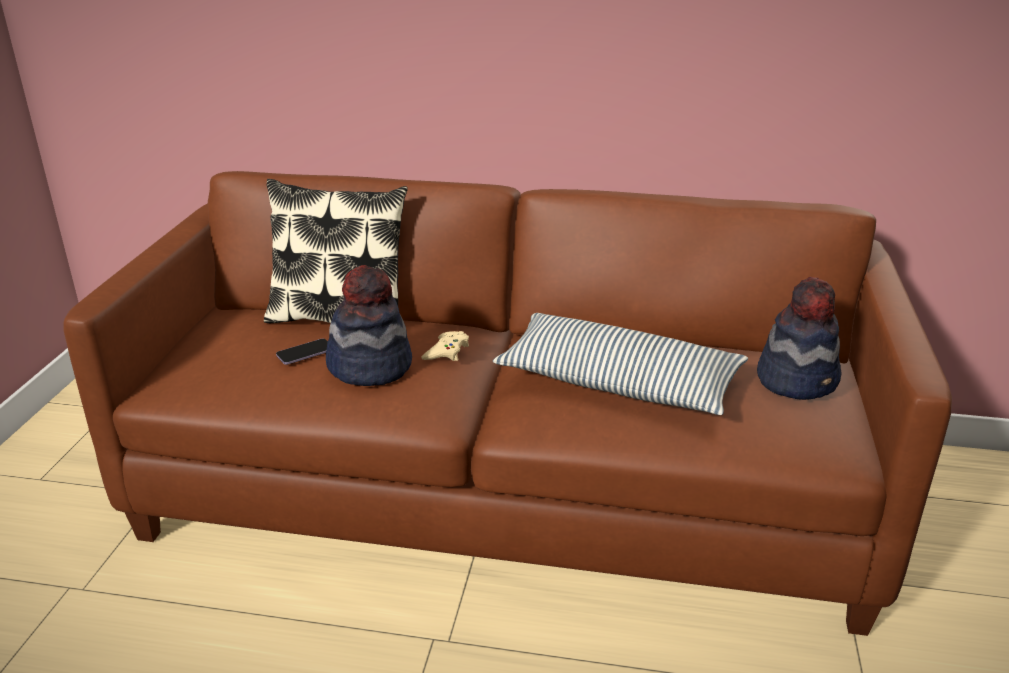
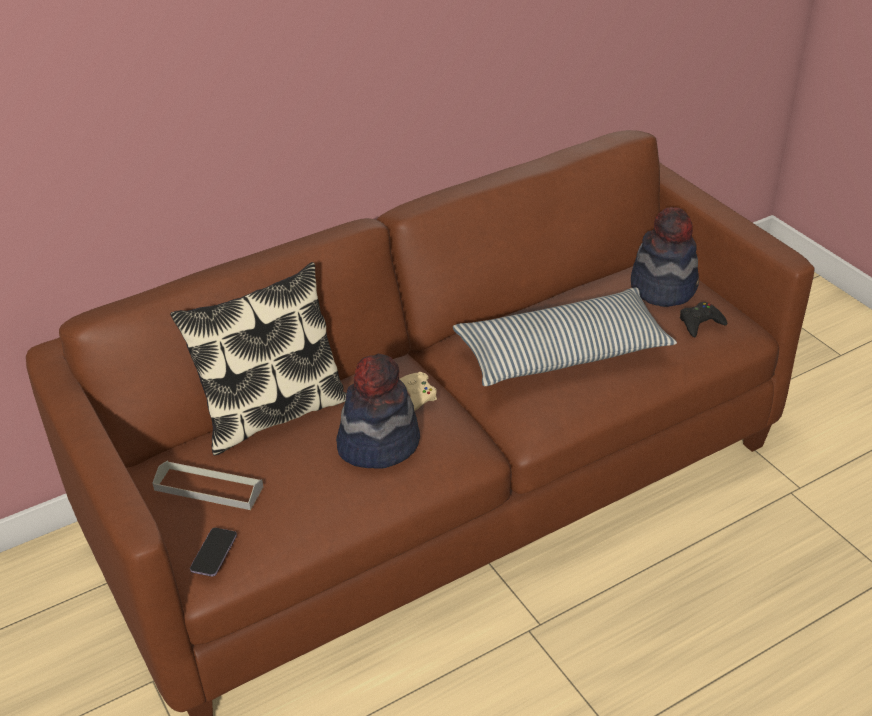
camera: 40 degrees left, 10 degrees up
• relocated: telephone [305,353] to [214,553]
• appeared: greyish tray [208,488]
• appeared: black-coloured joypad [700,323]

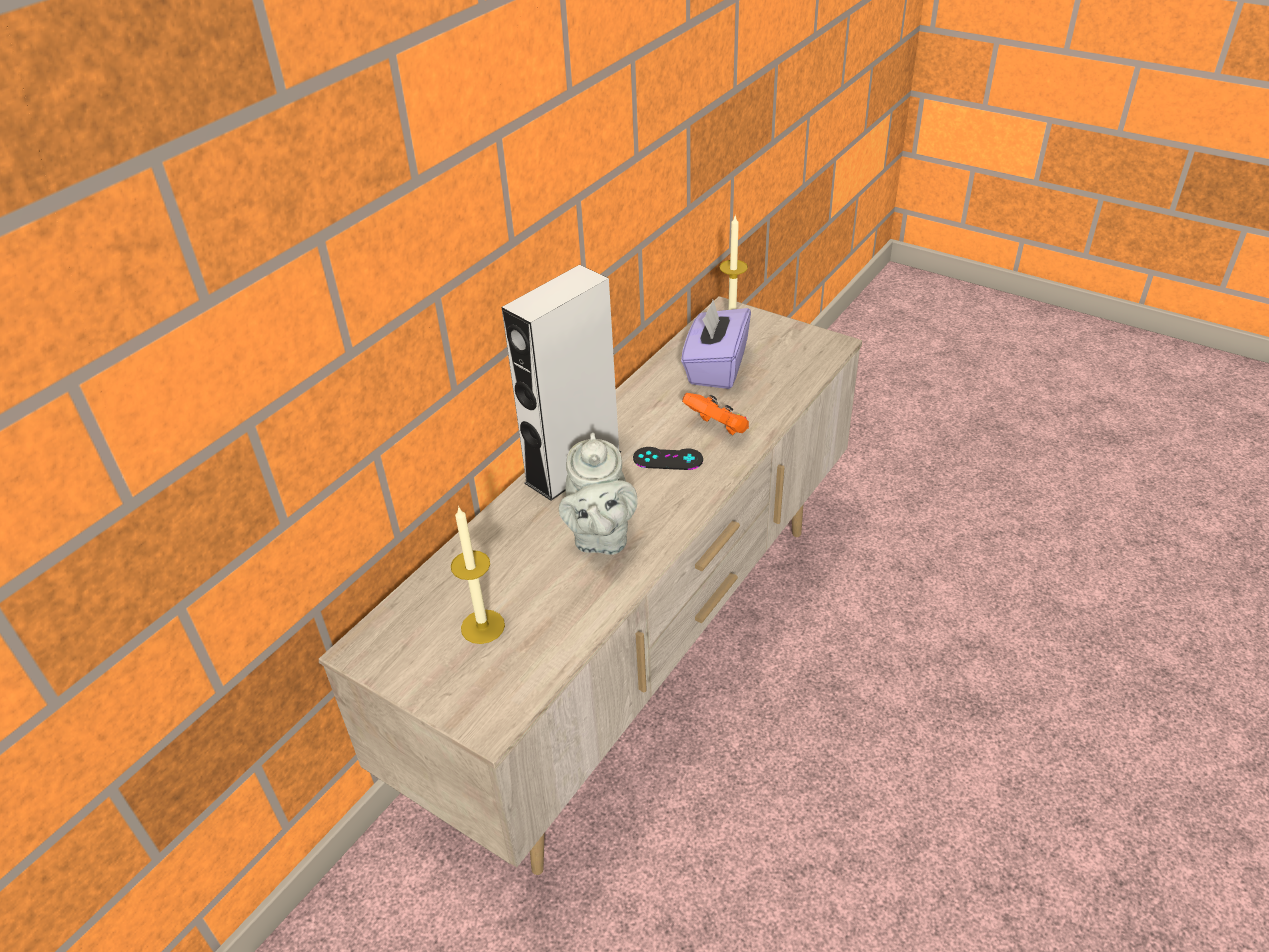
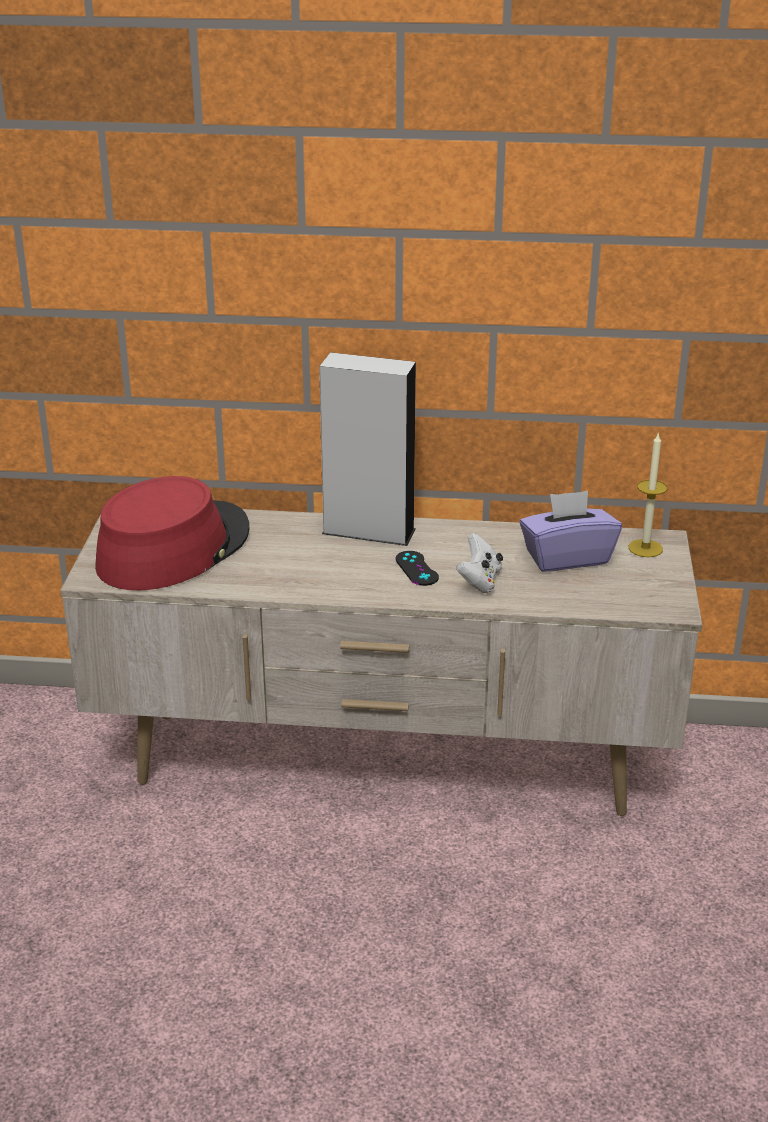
camera: 60 degrees right, 10 degrees down
• exchanged: wax candle [482,626] to reddish wearable hat [173,548]
• missing: greyish tea pot [600,537]
• colour: orange joypad [718,428] to whitish joypad [479,581]

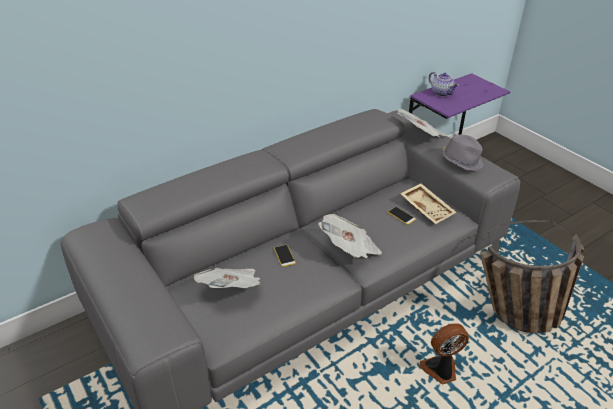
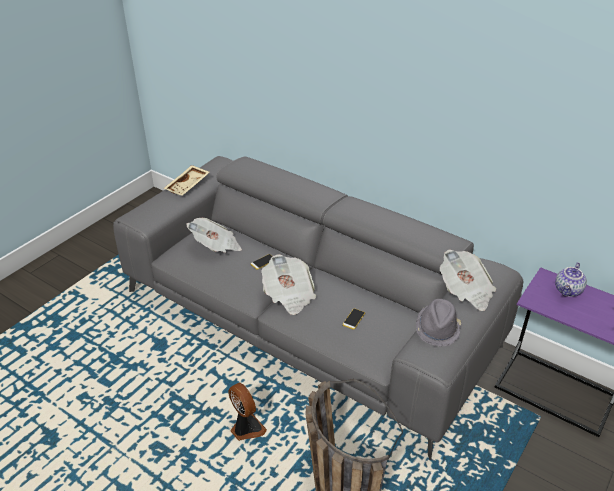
camera: 70 degrees right, 0 degrees up
• relocated: beige tray [427,208] to [188,186]

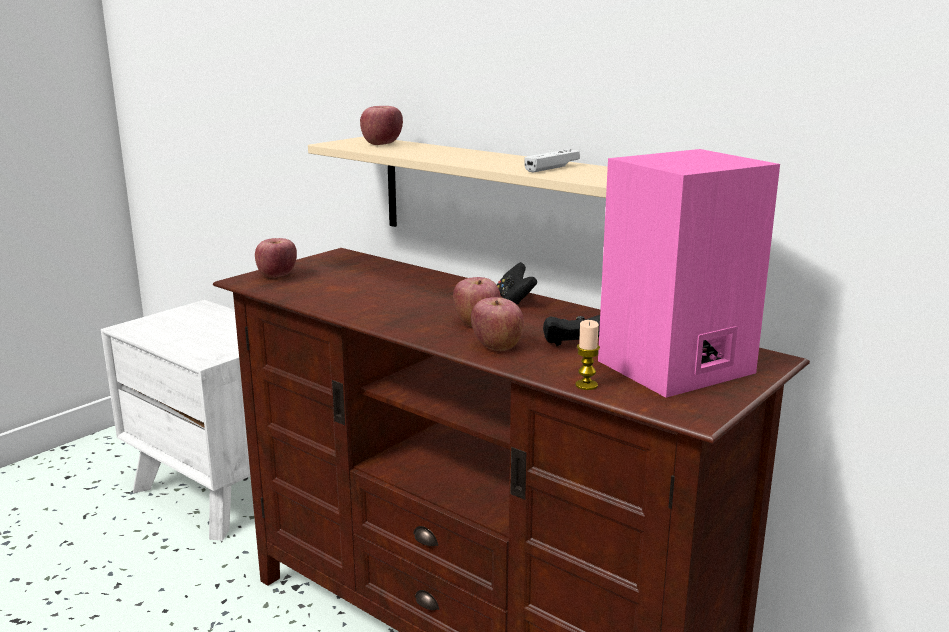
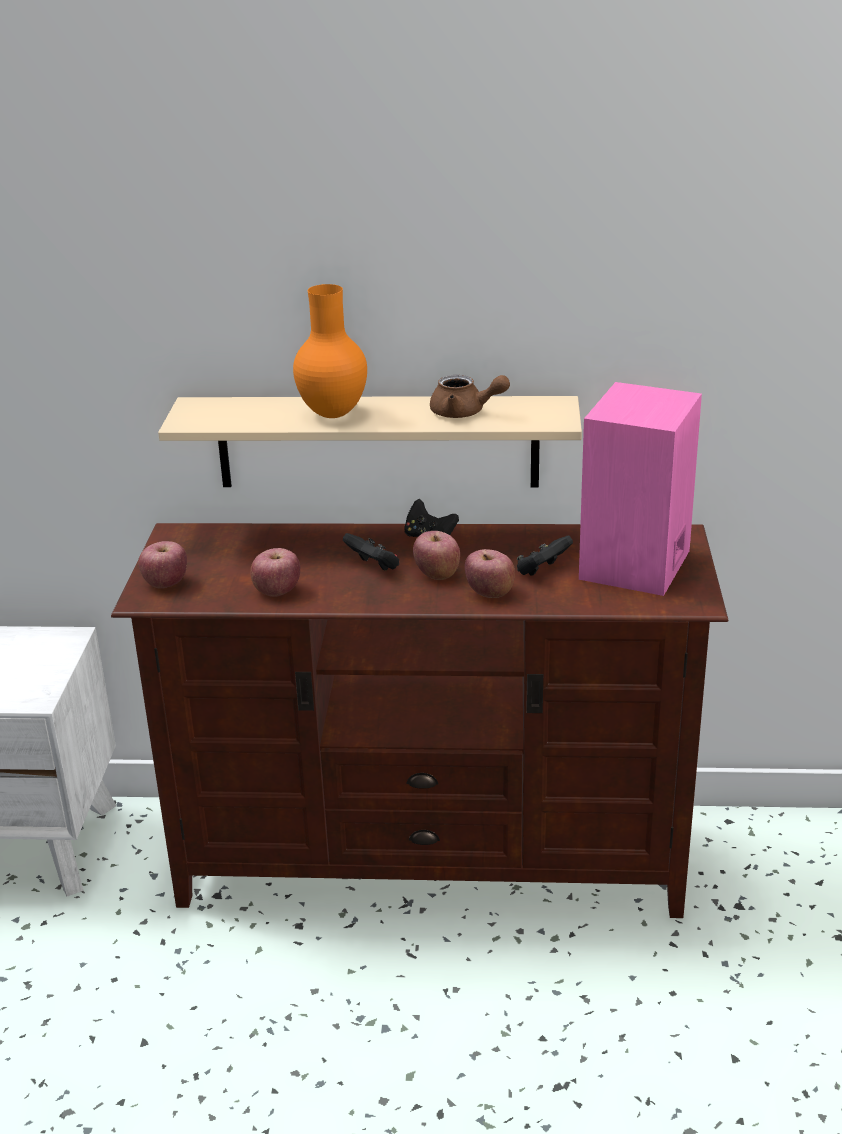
camera: 35 degrees left, 10 degrees up
• relocated: apple fruit [382,144] to [277,591]
• exchanged: whitish joypad [552,168] to brown tea pot [464,413]
• missing: wax candle [586,385]
• appeared: orange flower vase [334,414]
• appeared: black-coloured joypad [373,566]

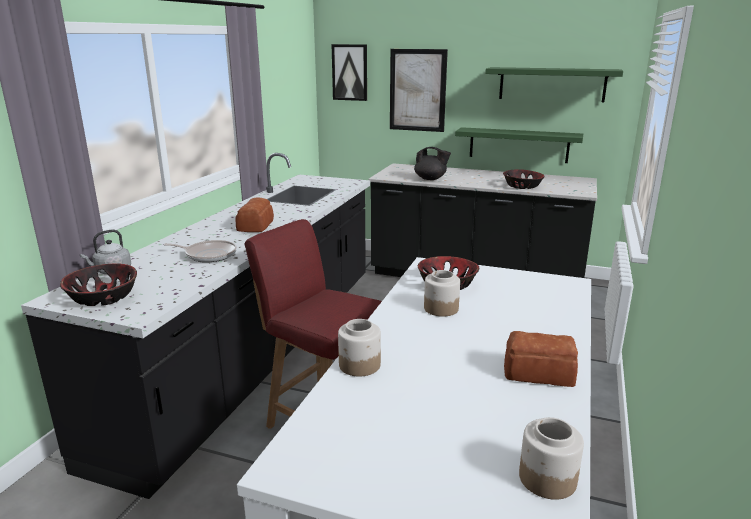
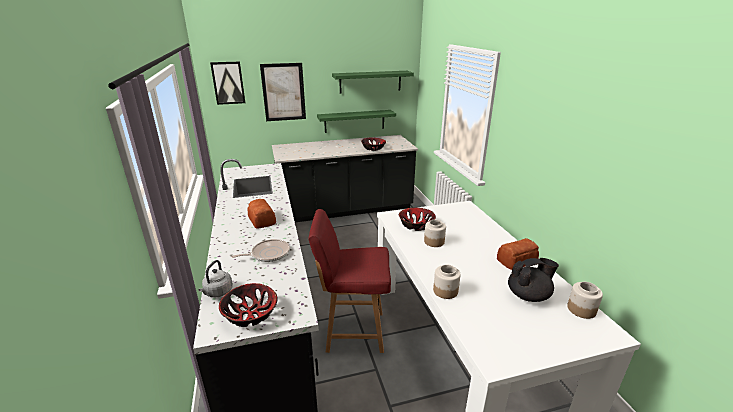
camera: 35 degrees left, 5 degrees up
• relocated: black-coloured tea pot [431,179] to [528,295]

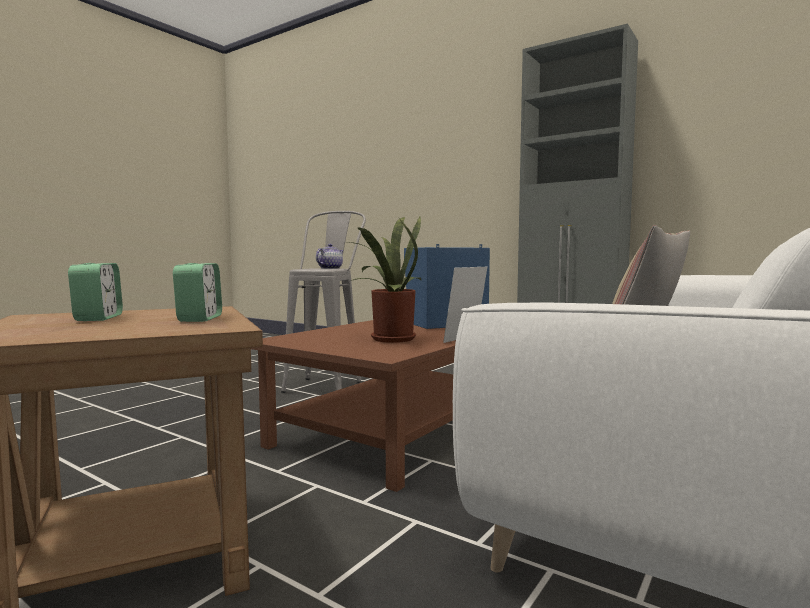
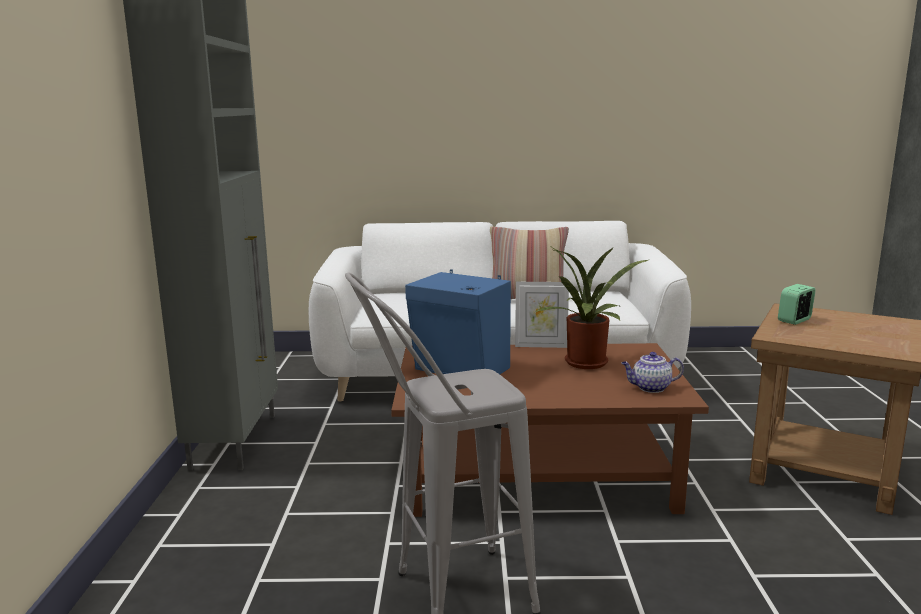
camera: 125 degrees left, 10 degrees up
• missing: alarm clock [98,318]
• relocated: tea pot [330,268] to [650,388]

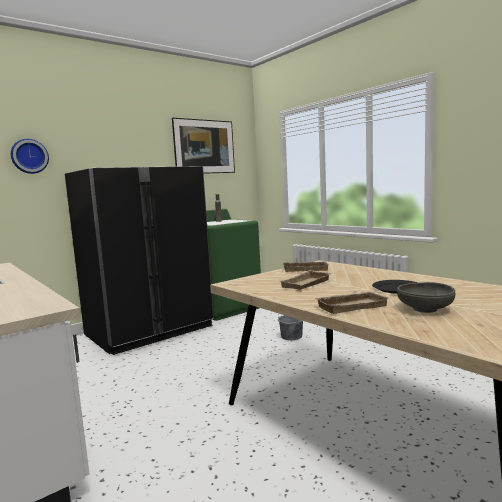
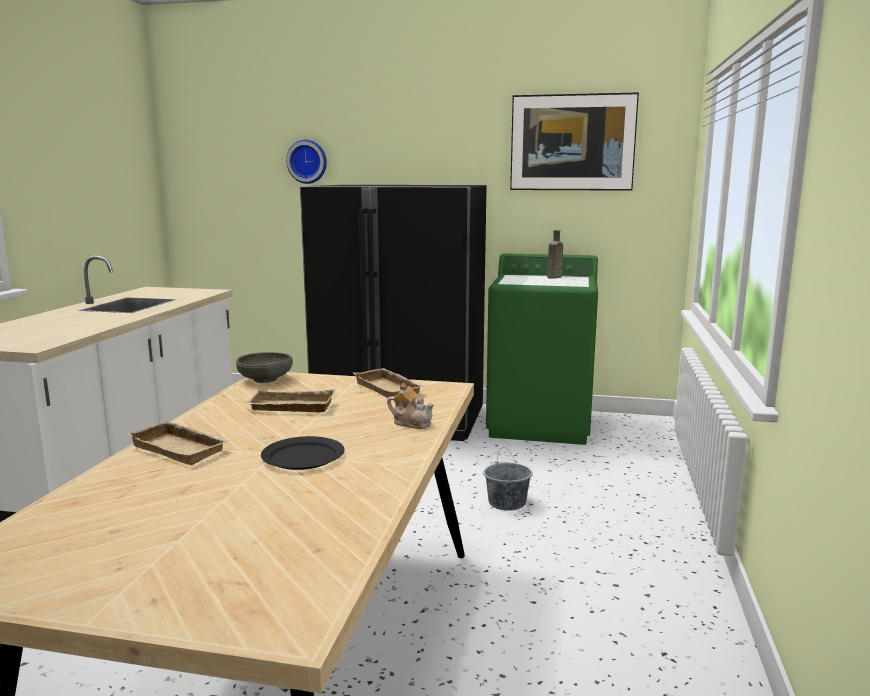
camera: 50 degrees right, 5 degrees up
• relocated: greyish deep dish [425,309] to [265,379]
• appeared: tea pot [411,423]

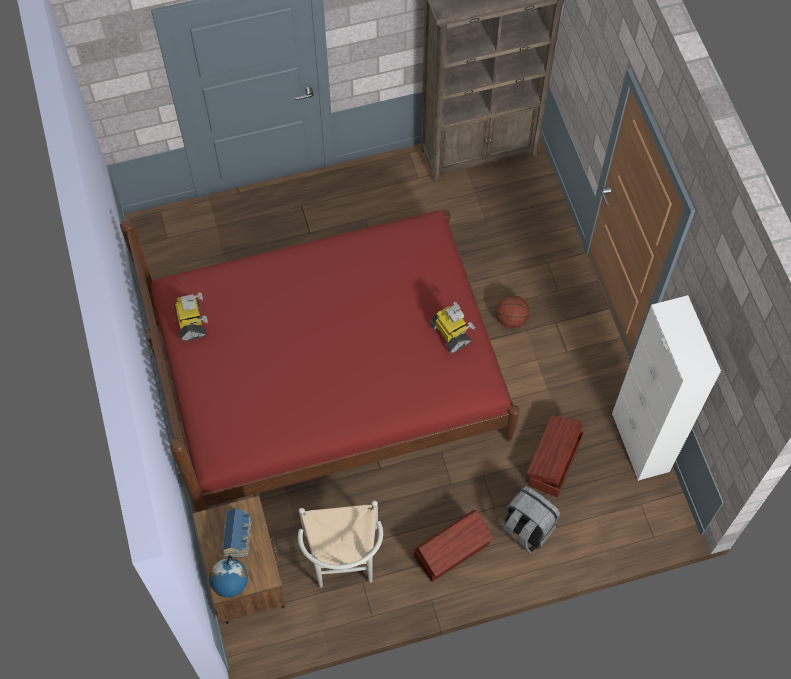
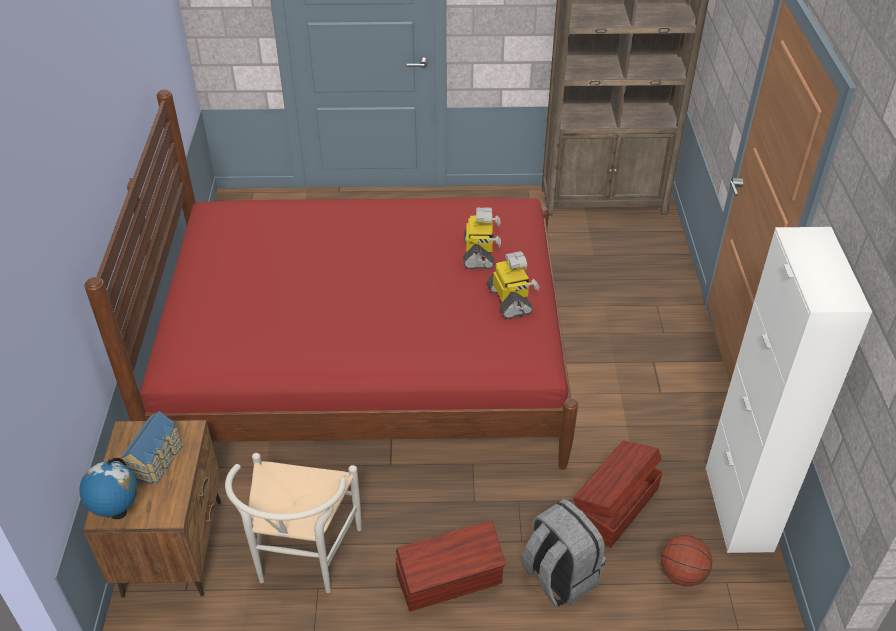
camera: 15 degrees right, 20 degrees down
• relocated: toy robot [191,322] to [479,254]
• relocated: ball for basketball [511,319] to [682,574]

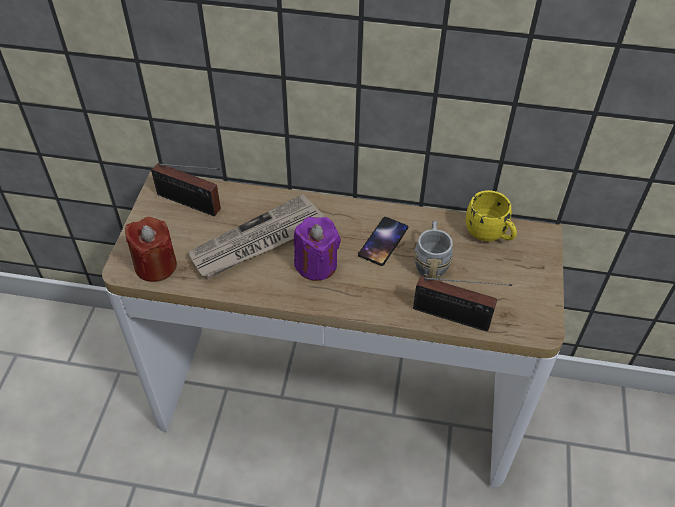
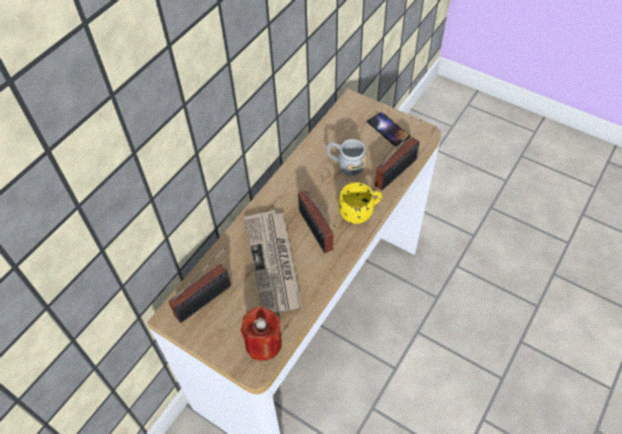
camera: 65 degrees left, 5 degrees up
• exchanged: purplish wax candle [316,265] to radio [316,232]
• relocated: telephone [383,241] to [388,129]
• relocated: yellow coffee mug [489,234] to [360,212]

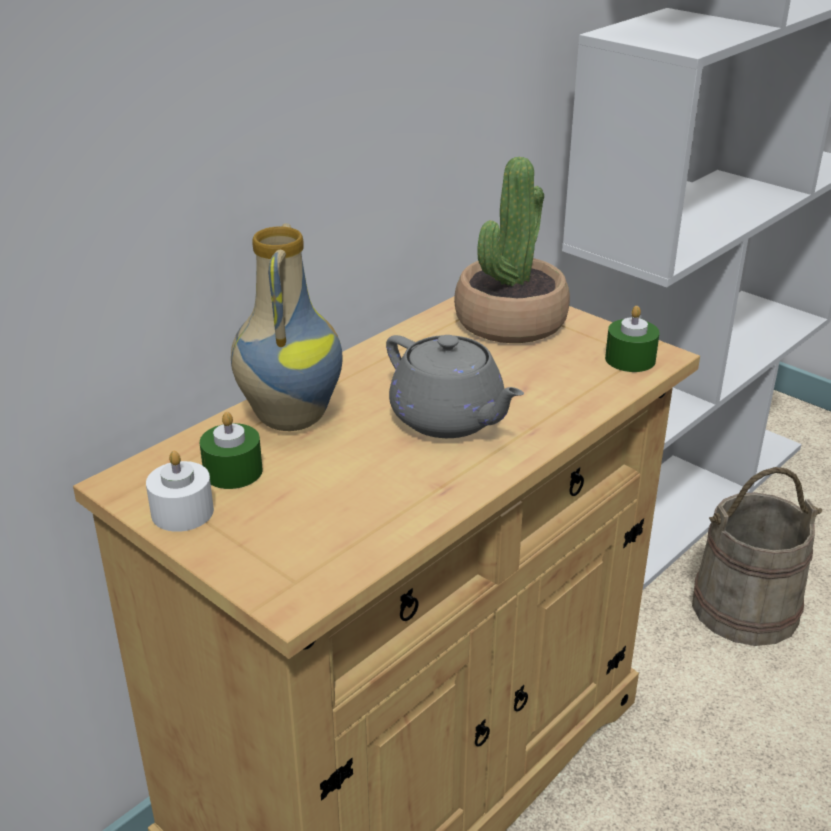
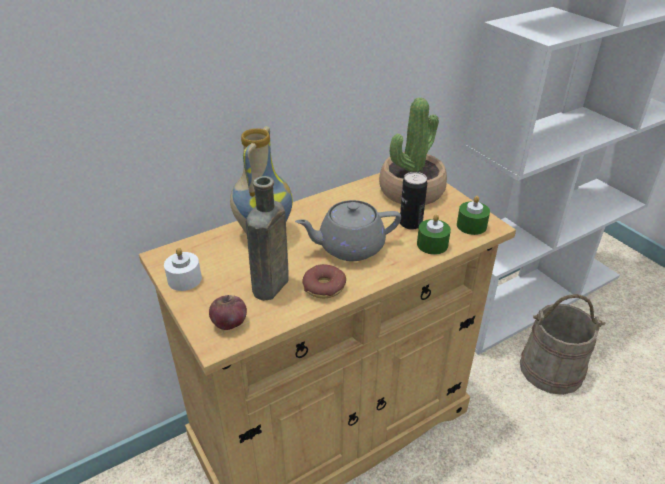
camera: 15 degrees right, 5 degrees up
• relocated: green-coloured wax candle [233,471] to [432,244]
• spun: greyish tea pot [449,419] = [349,247] 105 degrees clockwise
• appeared: apple fruit [229,323]
• appeared: brown drink bottle [269,288]
• appeared: ring doughnut [324,287]
• appeared: metal can [410,223]

